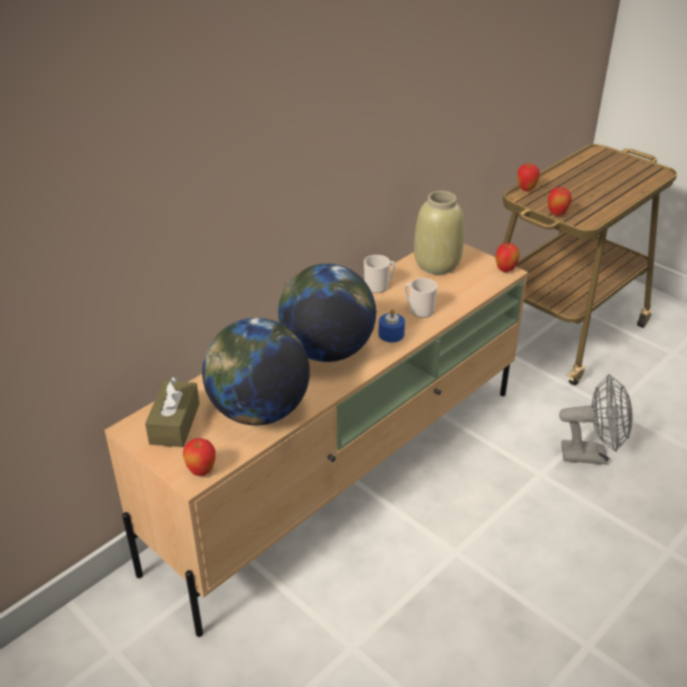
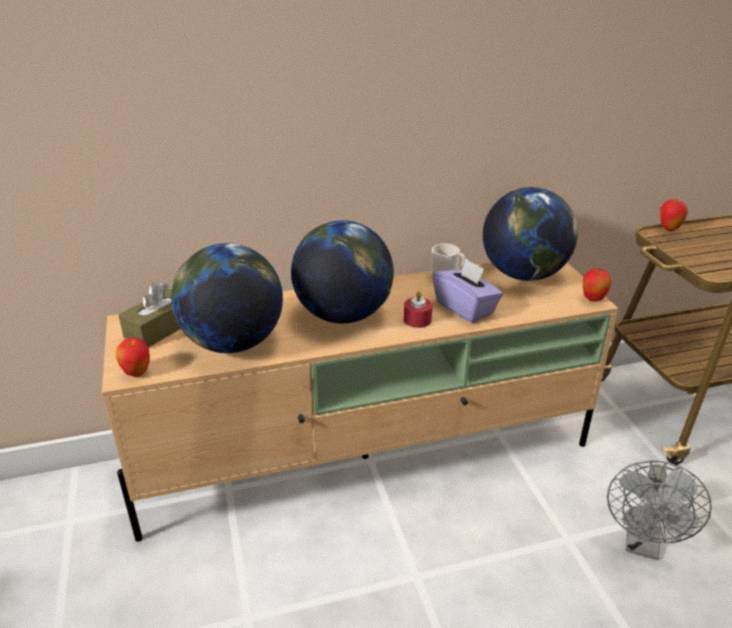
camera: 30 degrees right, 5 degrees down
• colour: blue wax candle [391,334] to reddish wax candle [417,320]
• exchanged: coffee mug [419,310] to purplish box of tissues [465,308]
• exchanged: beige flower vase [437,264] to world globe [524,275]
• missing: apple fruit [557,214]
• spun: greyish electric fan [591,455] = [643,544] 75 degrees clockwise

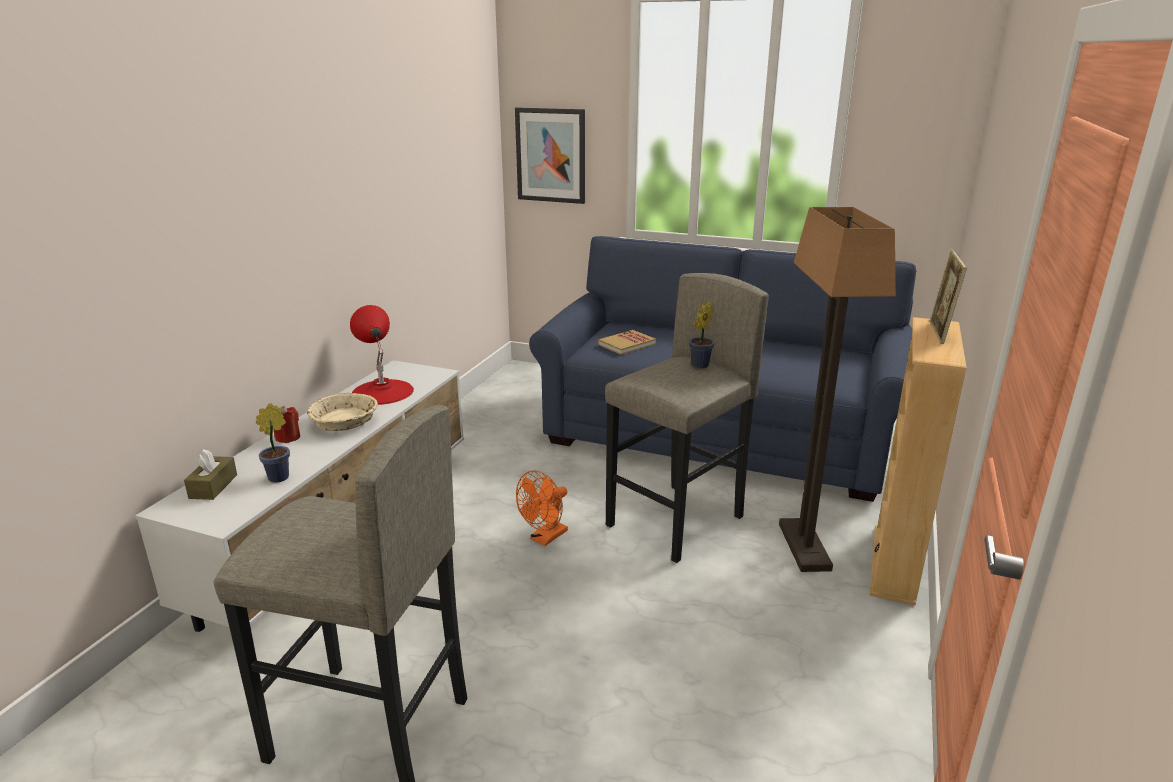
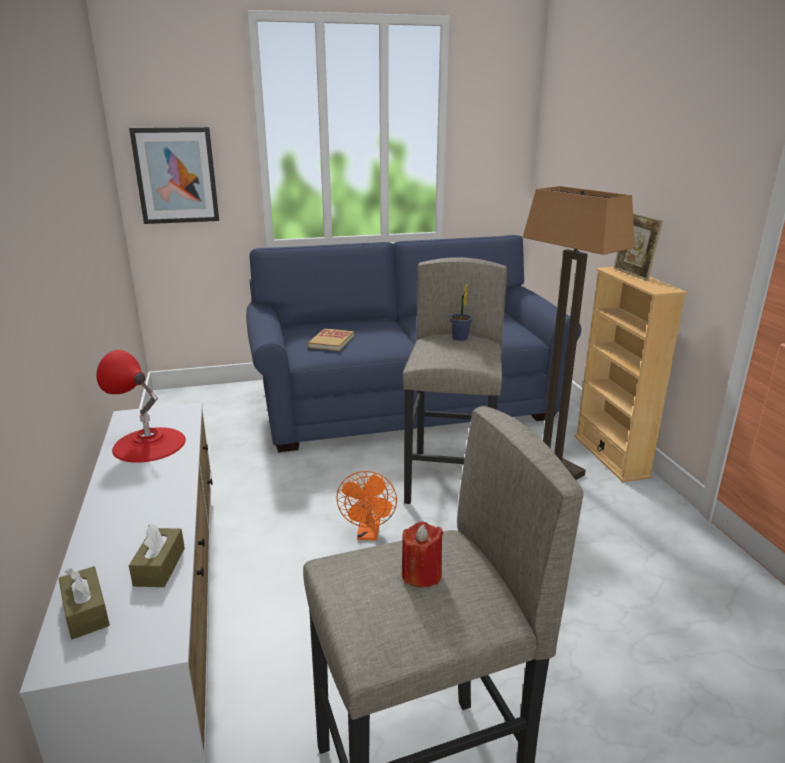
camera: 35 degrees left, 0 degrees up
• exchanged: potted plant [281,476] to brown box of tissues [159,567]
• relocated: reddish wax candle [288,437] to [421,574]
• missing: beige deep dish [345,423]

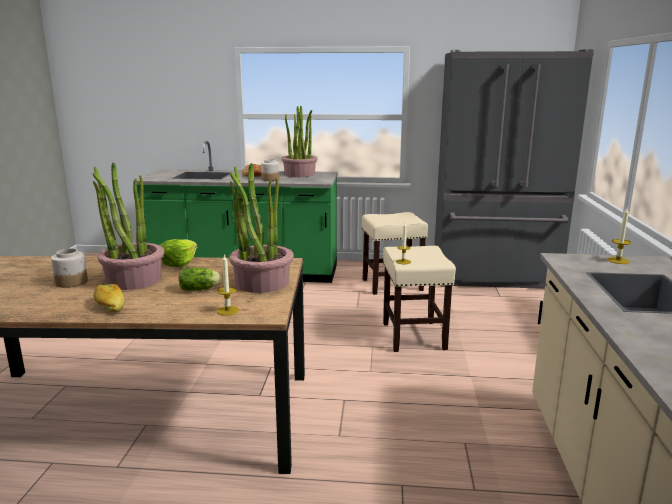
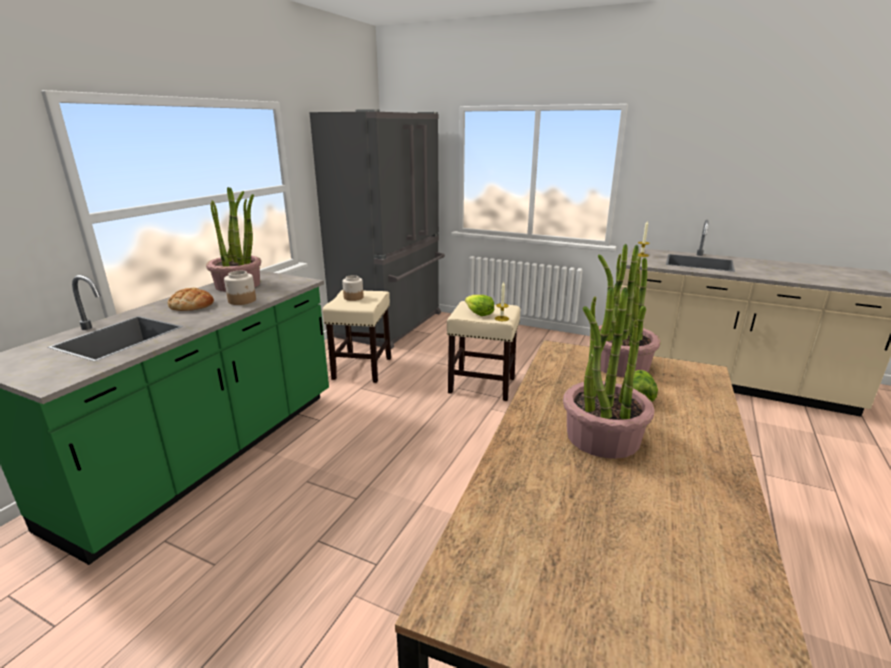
camera: 70 degrees left, 5 degrees up
• relocated: jar [72,282] to [354,297]
• missing: baked bread [109,306]
• relocated: lettuce head [178,263] to [479,313]
• missing: wax candle [228,310]

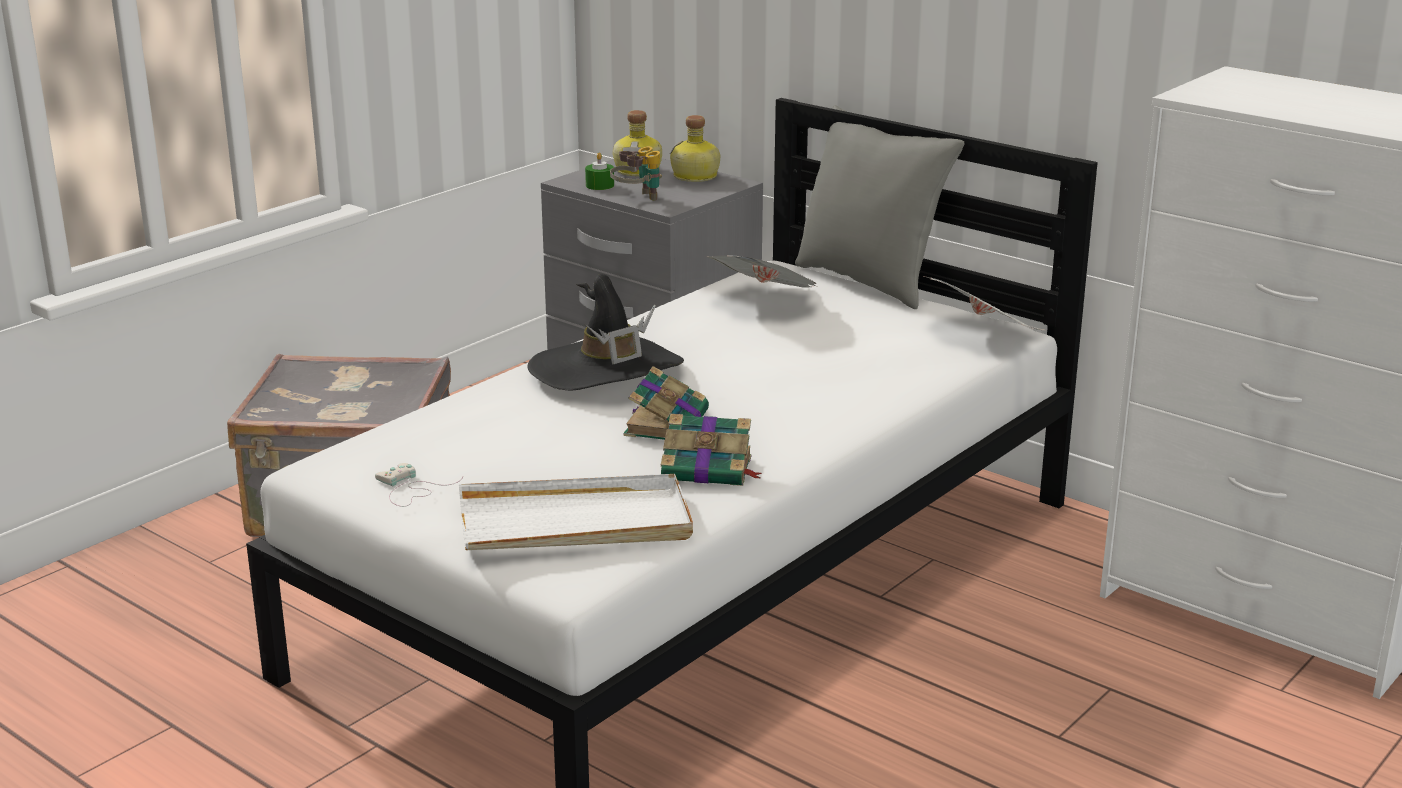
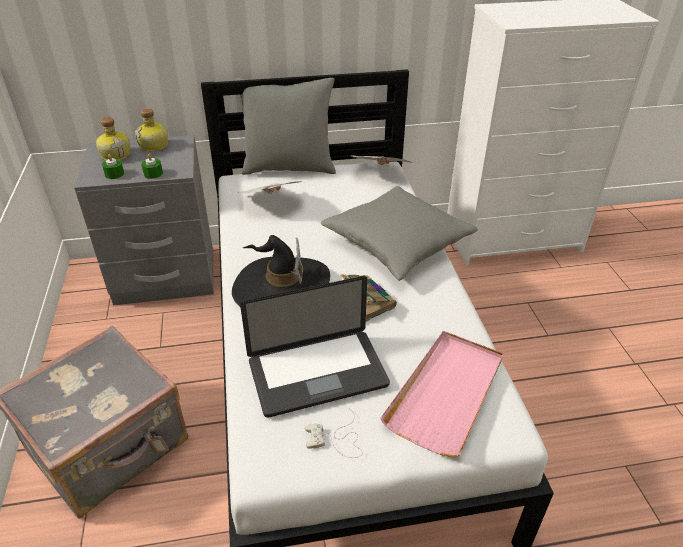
camera: 50 degrees left, 15 degrees up
• colour: whitish tray [575,523] to pink-coloured tray [446,393]
• exchanged: pair of binoculars [637,199] to green-coloured wax candle [153,173]
• missing: bound book [709,469]
• appeared: laptop [317,374]
• appeared: greyish cushion [397,244]

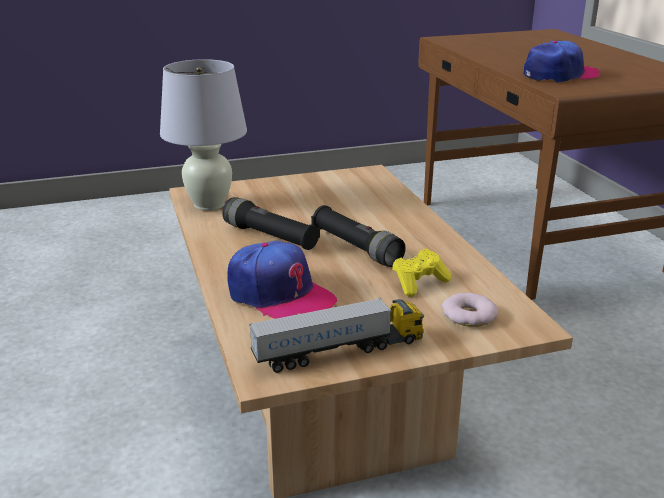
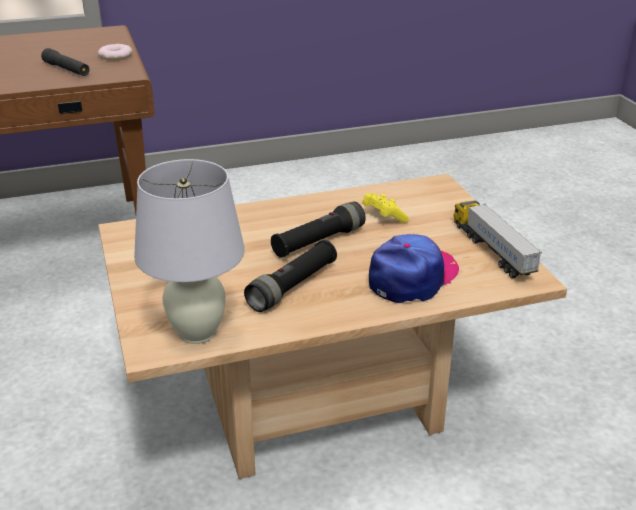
camera: 90 degrees left, 5 degrees up
• relocated: ring doughnut [469,315] to [116,56]
• exchanged: baseball cap [560,75] to black-coloured hand torch [66,69]

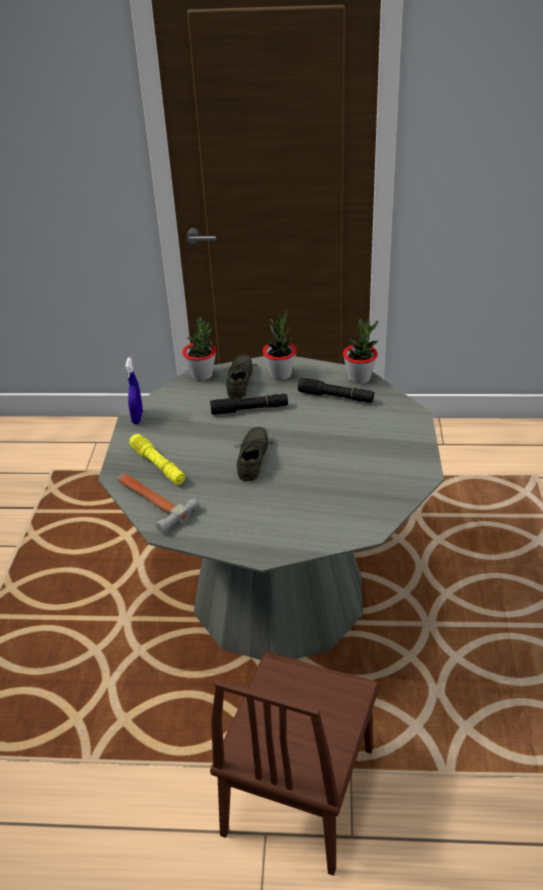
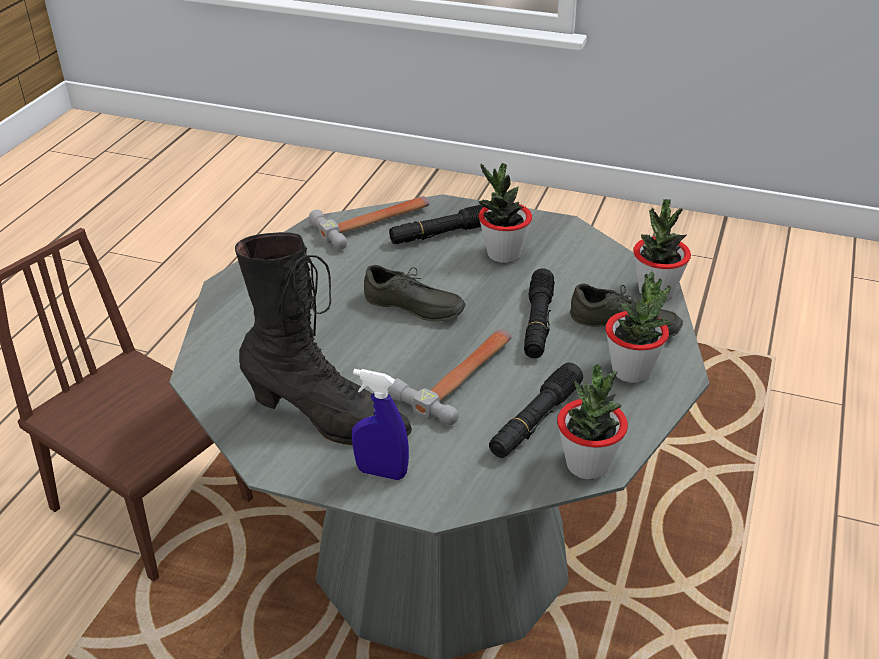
camera: 105 degrees right, 0 degrees up
• relocated: blue sprayer [137,417] to [381,472]
• colour: yellow hand torch [158,465] to black-coloured hand torch [443,233]
• appeared: black-coloured tall boot [326,419]
• appeared: hand hammer [462,377]
• appeared: potted plant [503,254]

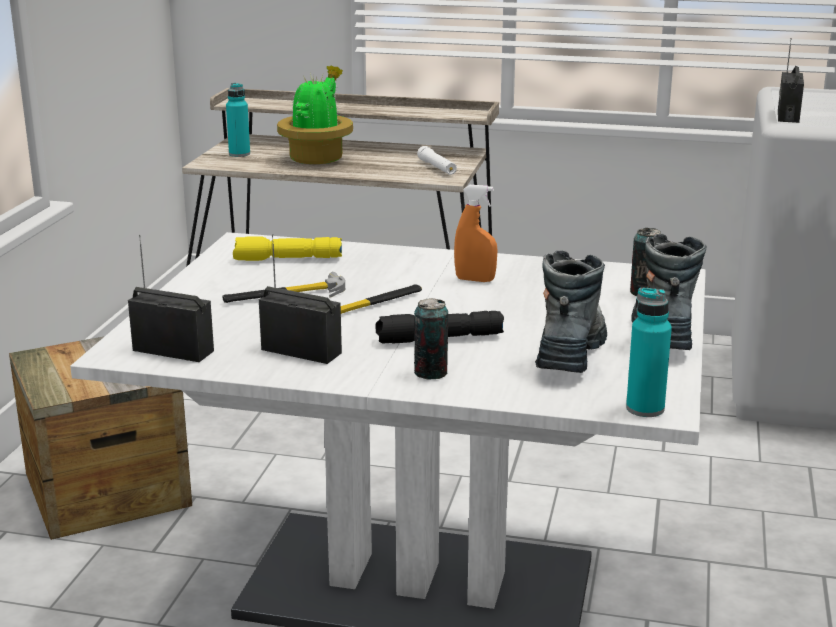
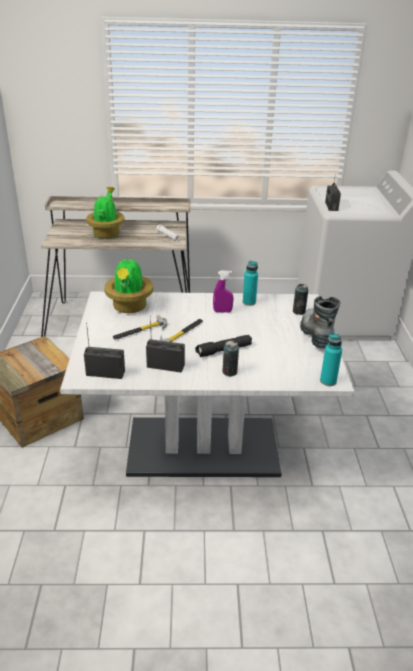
camera: 15 degrees left, 10 degrees up
• relocated: turquoise-coloured drink bottle [239,154] to [249,302]
• exchanged: yellow hand torch [287,259] to potted plant [129,307]
• colour: orange sprayer [475,280] to purplish sprayer [222,311]
• missing: tall boot [570,353]

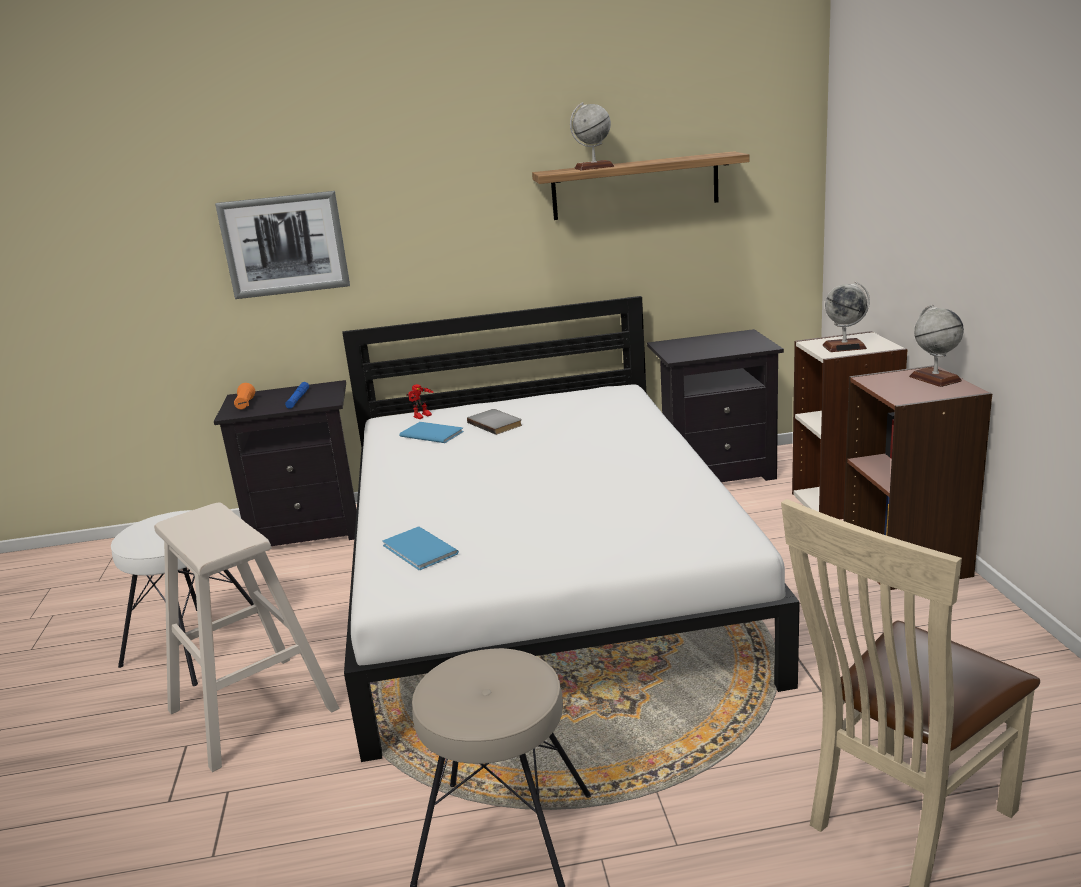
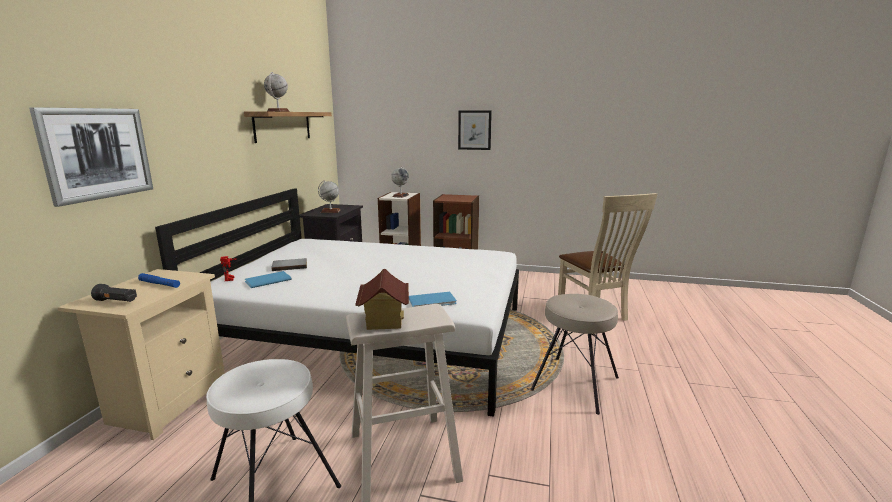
camera: 70 degrees left, 5 degrees down
• colour: black-coloured night table [309,529] to beige night table [166,403]
• colour: orange hand torch [245,405] to black-coloured hand torch [116,301]
• relocated: world globe [934,378] to [330,211]
• appeared: miniature house [384,320]
• appeared: wall picture [474,130]

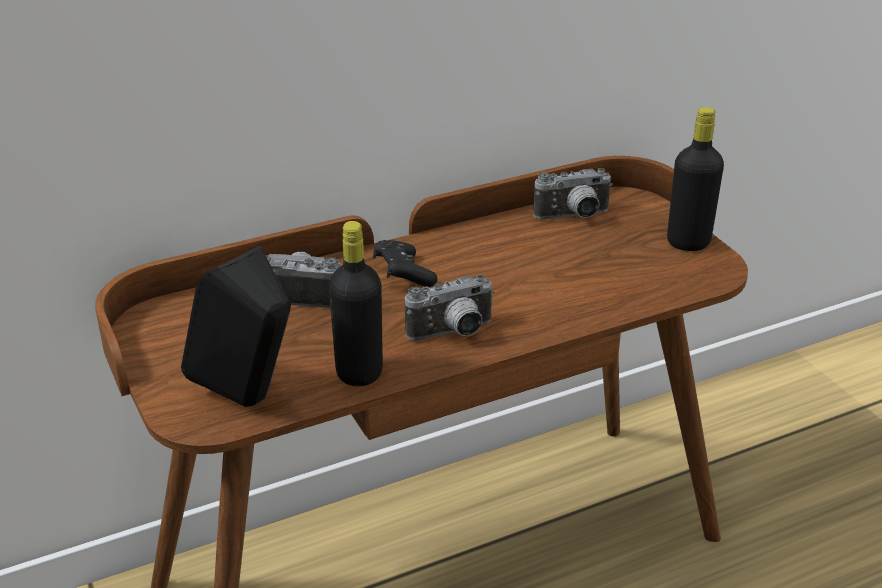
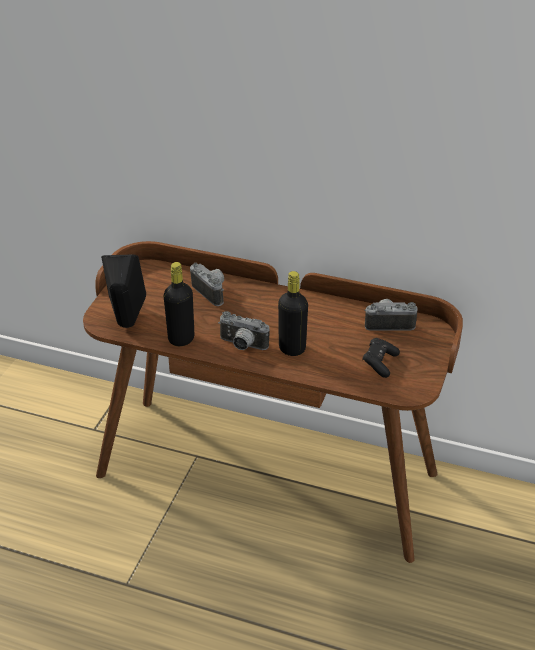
camera: 45 degrees right, 5 degrees up
• relocated: black-coloured joypad [403,275] to [379,363]
• spun: still camera [574,217] = [389,323] 150 degrees clockwise
• relocated: black-coloured drink bottle [688,242] to [292,348]

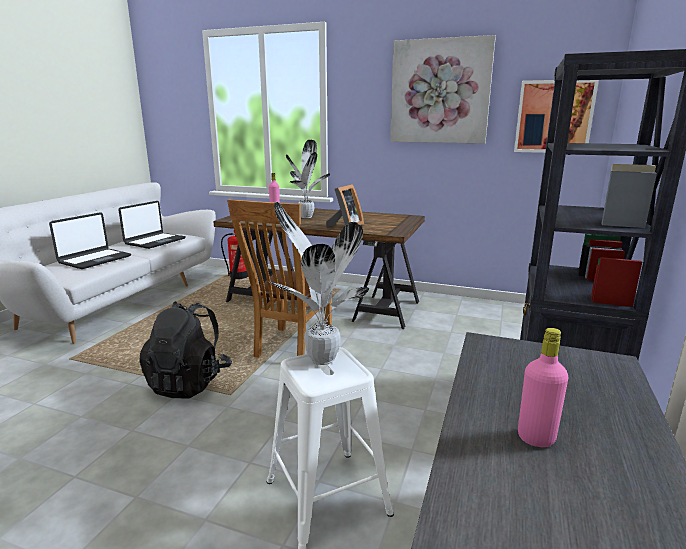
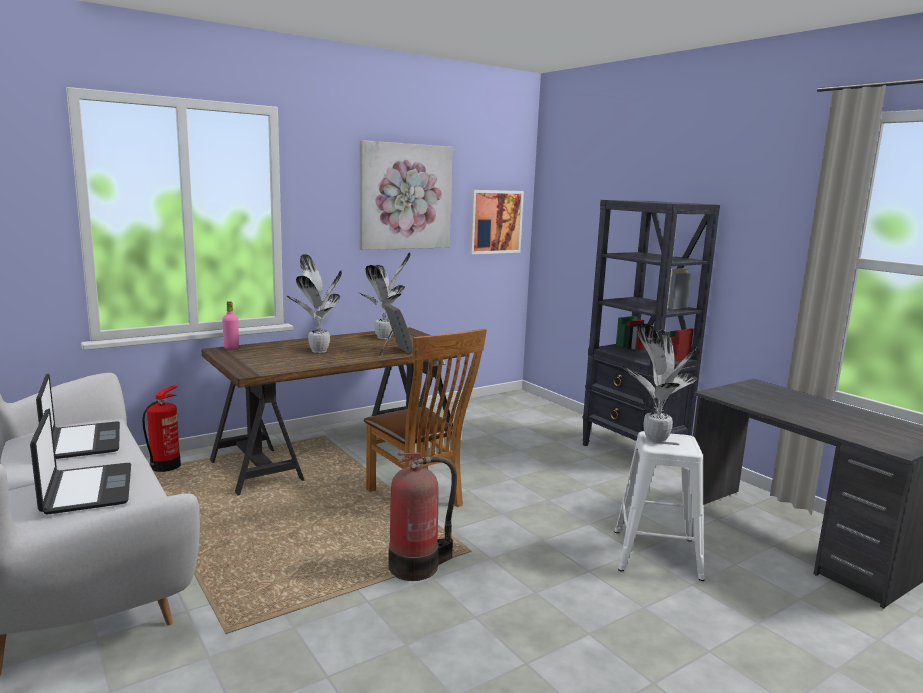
camera: 55 degrees left, 5 degrees down
• exchanged: black-coloured rucksack [189,383] to fire extinguisher [417,566]
• missing: pink-coloured drink bottle [536,438]
• appeared: potted plant [385,337]

